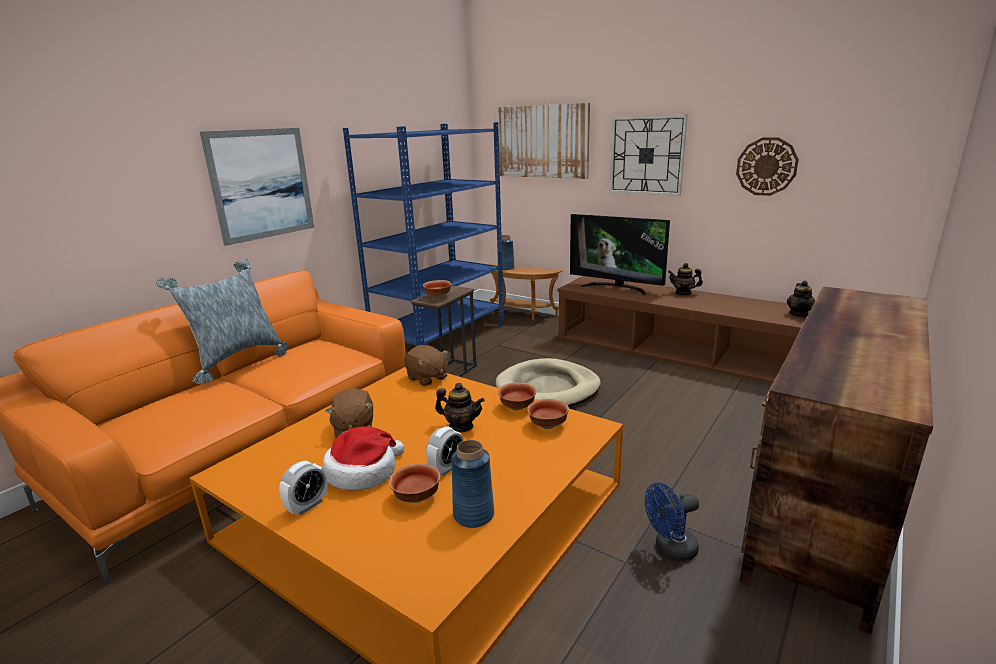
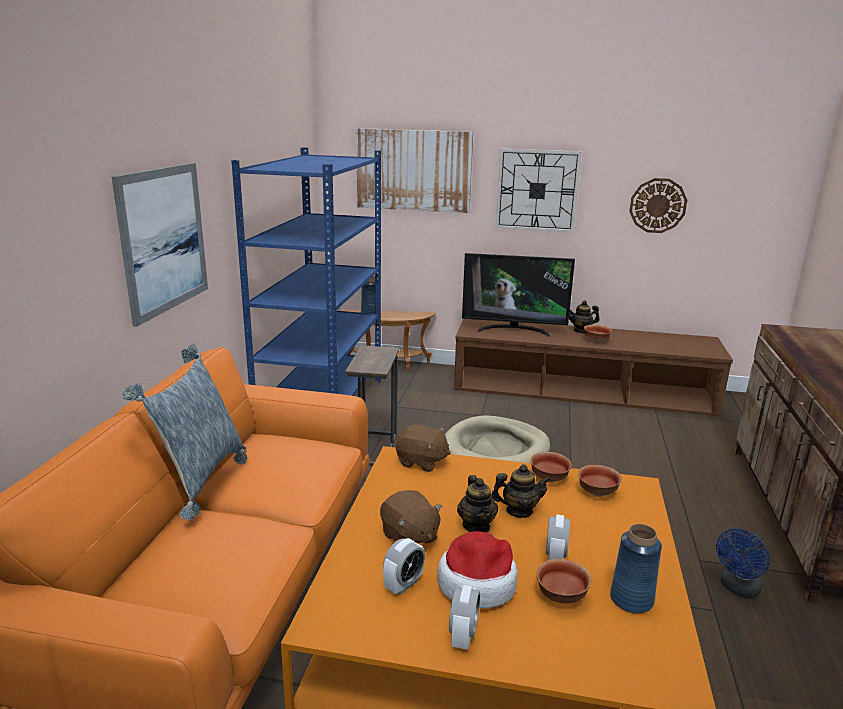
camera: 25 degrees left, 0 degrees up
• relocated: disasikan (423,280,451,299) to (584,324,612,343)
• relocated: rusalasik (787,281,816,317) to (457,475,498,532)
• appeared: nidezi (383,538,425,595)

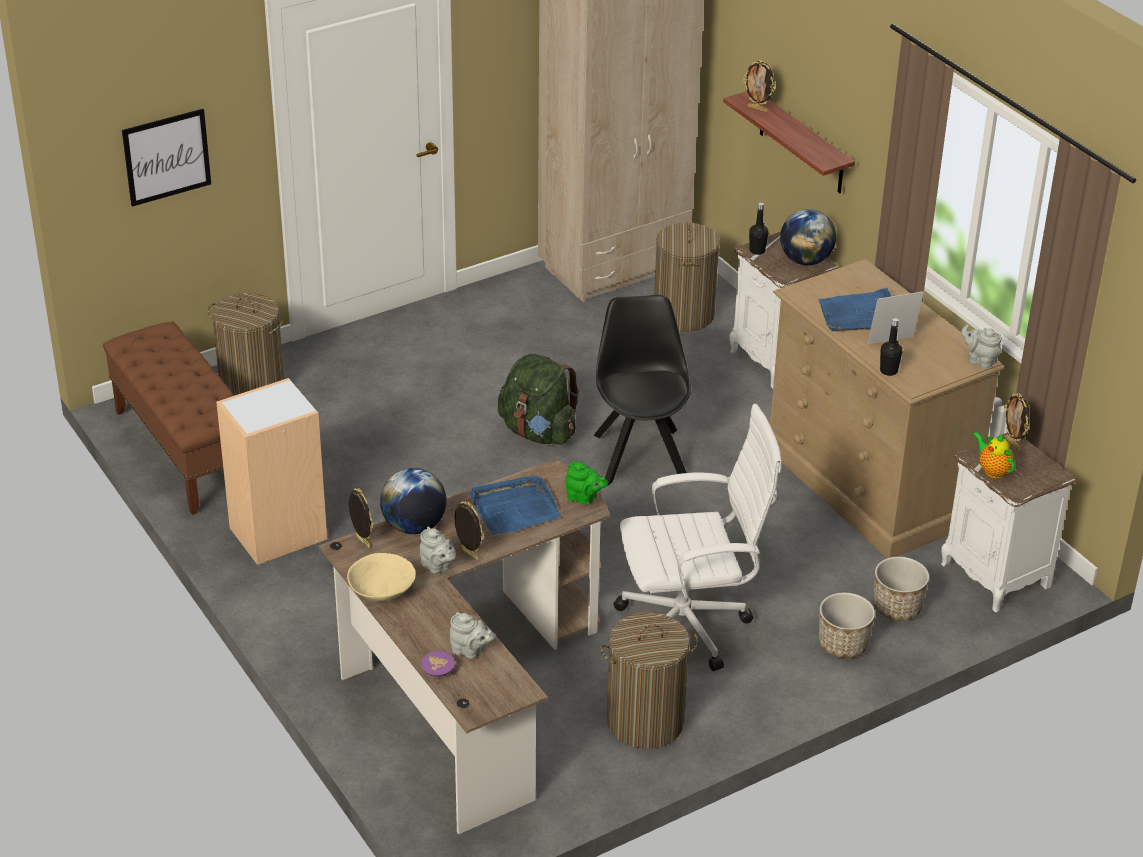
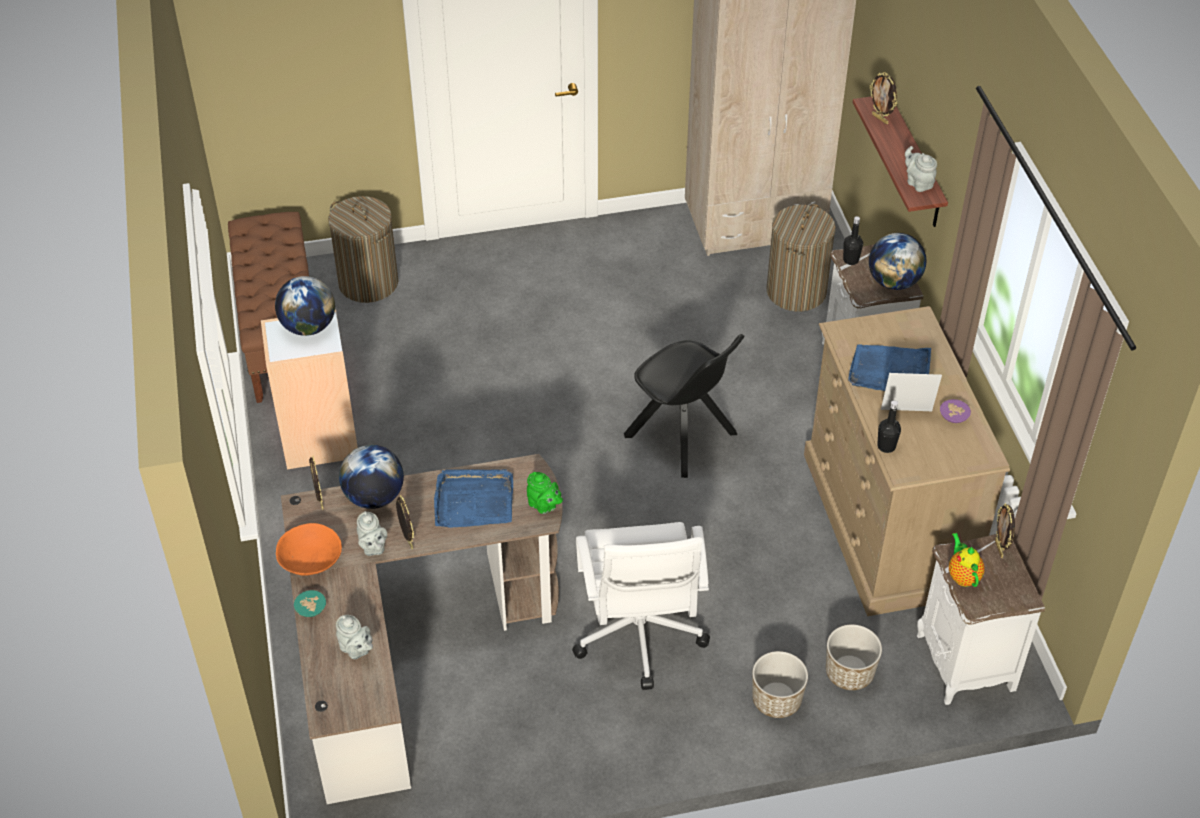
camera: 20 degrees right, 10 degrees up
• missing: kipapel (122,109,211,207)
• colour: disasikan (beige) (347,553,416,601) to disasikan (orange) (276,523,342,576)
• relocated: disasikan (purple) (421,651,455,677) to (940,399,971,423)
• missing: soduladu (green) (498,354,579,445)
• spun: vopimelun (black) (593,295,691,486) = (624,334,744,478) 120 degrees clockwise
• missing: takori (600,612,698,749)
• spun: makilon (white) (613,404,782,671) = (572,522,710,690) 75 degrees clockwise
• relocated: rusalasik (grey) (961,324,1002,369) to (905,146,937,192)
• appeared: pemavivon (275,276,335,336)
• appeared: disasikan (turquoise) (294,590,326,617)

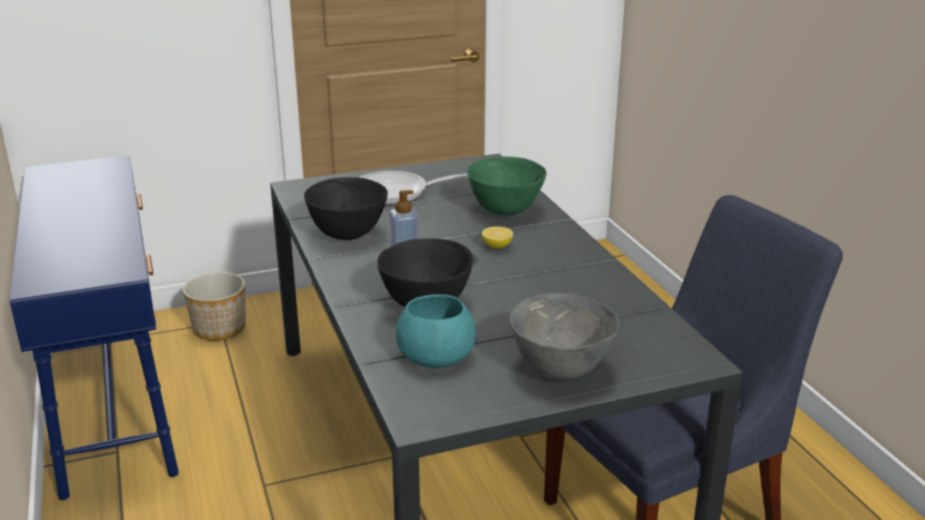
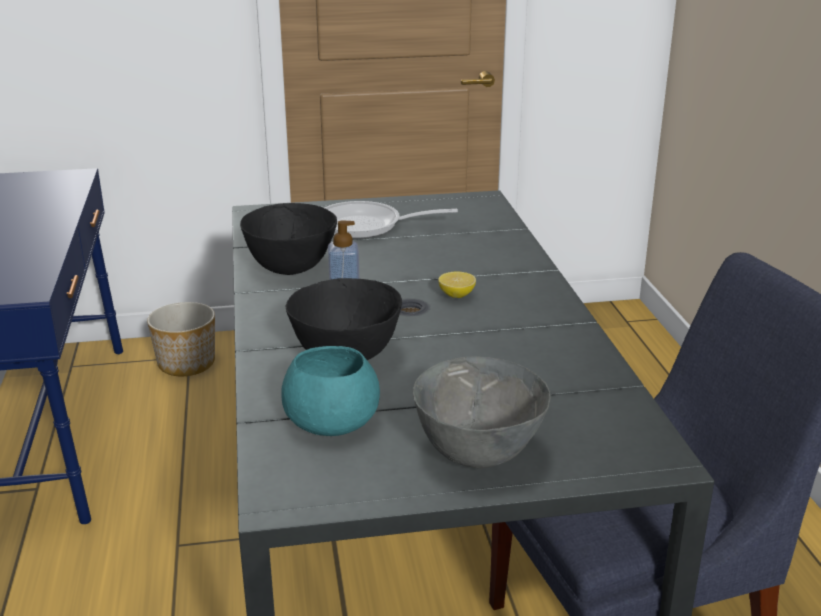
camera: 10 degrees right, 0 degrees up
• missing: disasikan (green) (468,157,547,216)

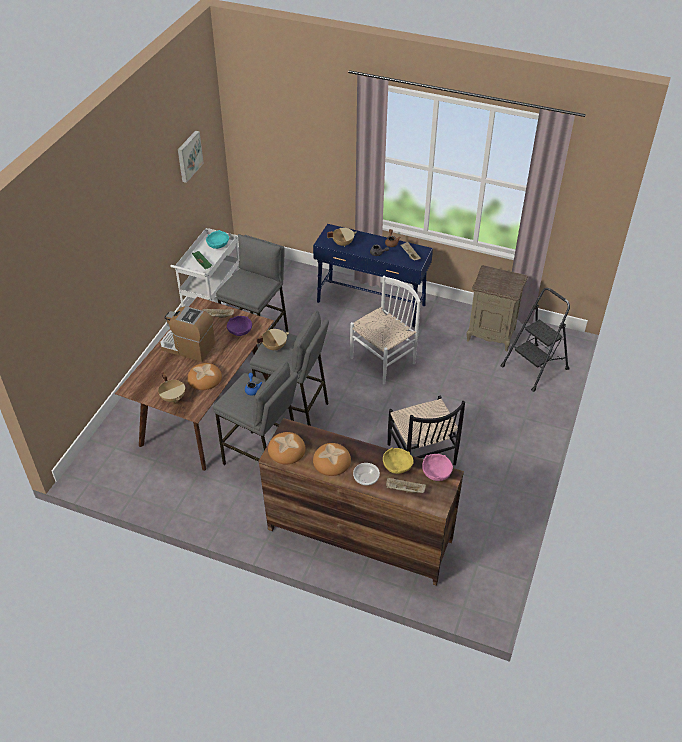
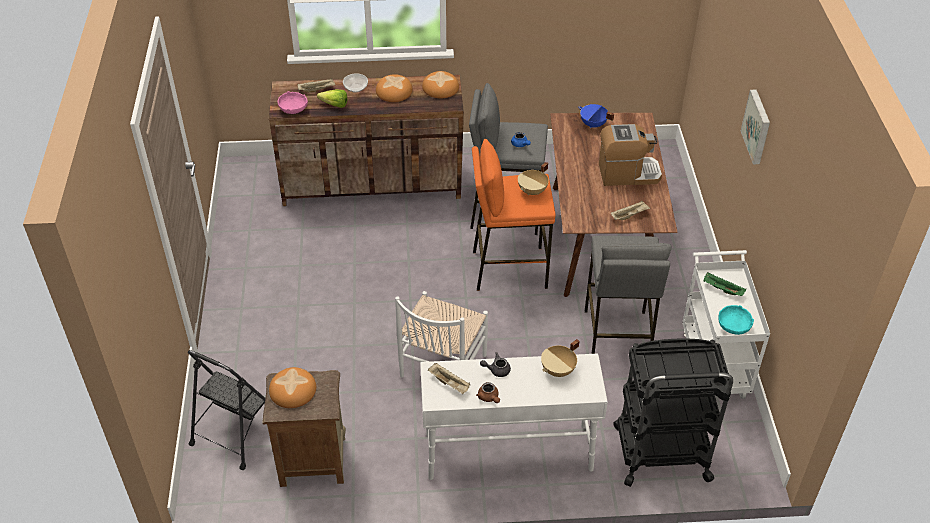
camera: 155 degrees right, 0 degrees up
• colour: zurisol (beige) (158,372,185,402) to zurisol (blue) (578,104,614,128)
• relocated: kipapel (178,131,204,183) to (741,89,770,165)
• relocated: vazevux (187,363,222,390) to (269,367,316,408)
• missing: disasikan (purple) (227,316,252,336)
• colour: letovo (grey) (250,311,329,426) to letovo (orange) (472,139,556,291)
• colour: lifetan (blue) (313,224,433,327) to lifetan (white) (420,354,608,480)
• exchanged: disasikan (yellow) (383,448,414,474) to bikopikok (317,90,348,108)
• missing: vopimelun (black) (388,396,465,465)
• appeared: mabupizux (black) (614,339,733,487)

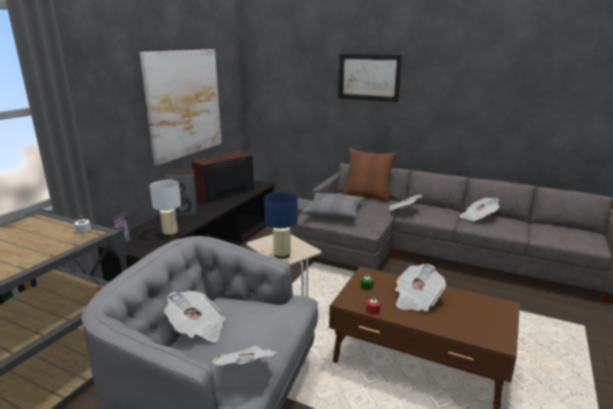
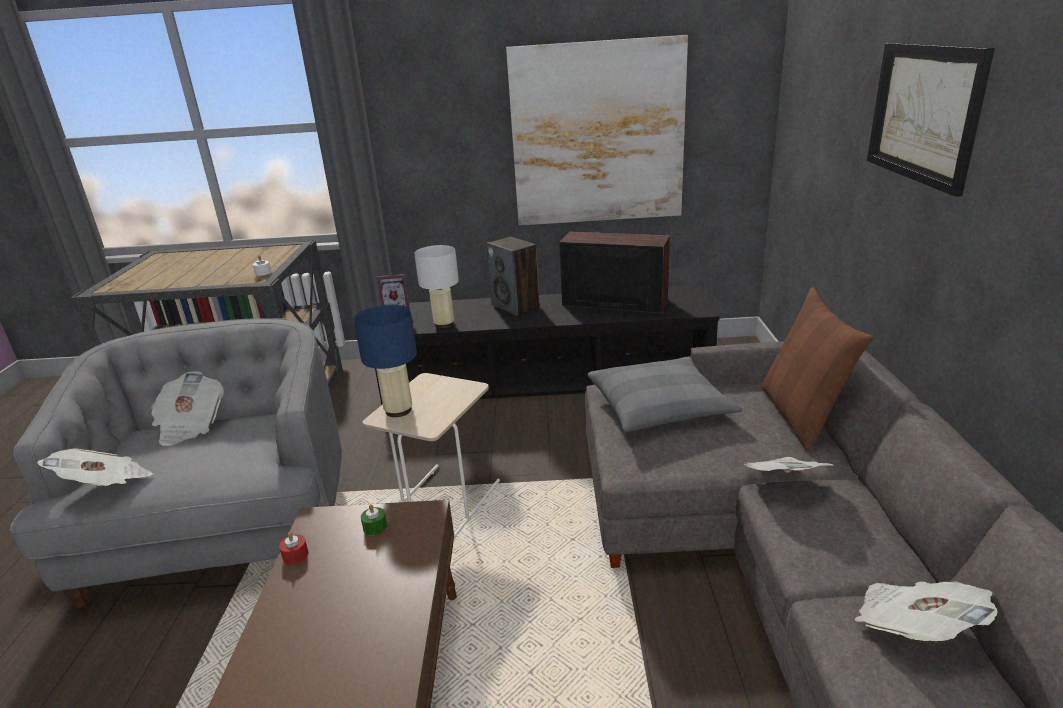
camera: 65 degrees right, 5 degrees up
• missing: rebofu (395,264,446,311)

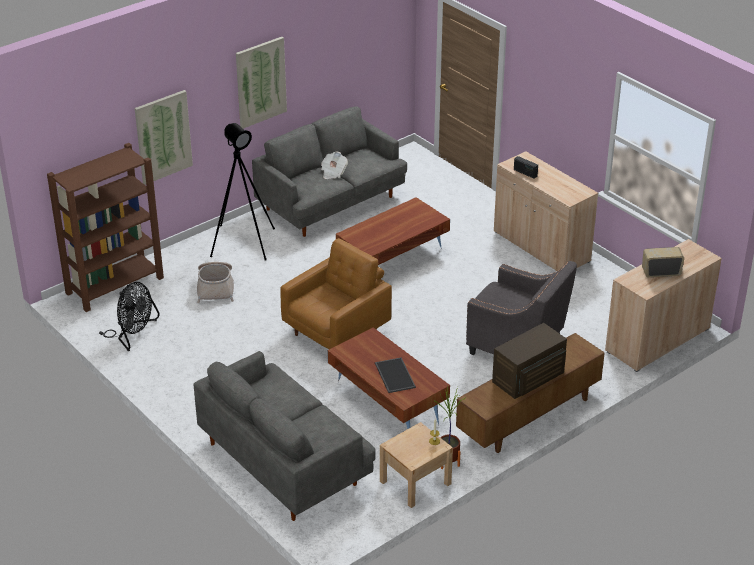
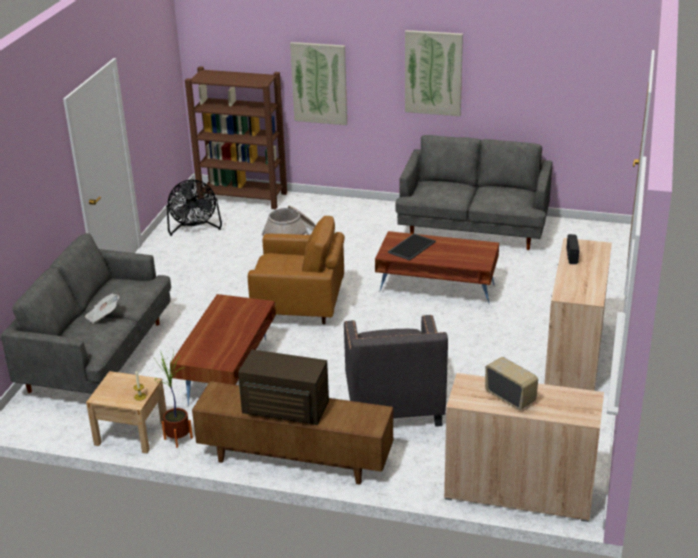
camera: 55 degrees right, 5 degrees down
• missing: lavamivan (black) (210,123,275,261)
• relocated: rebofu (321,152,348,179) to (85,293,120,323)
• relocated: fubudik (375,357,416,393) to (388,234,436,261)

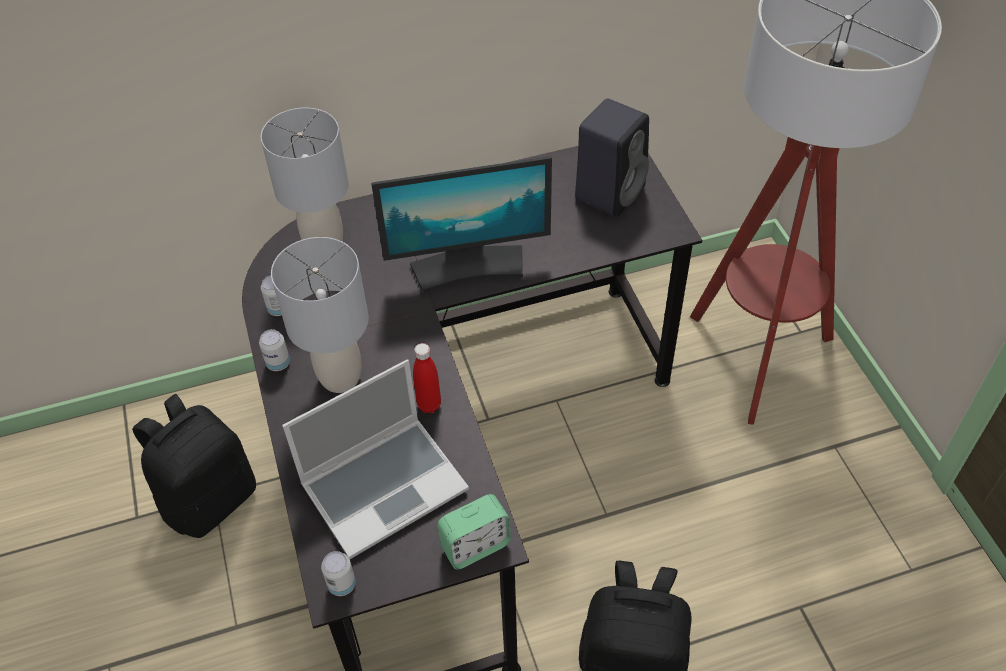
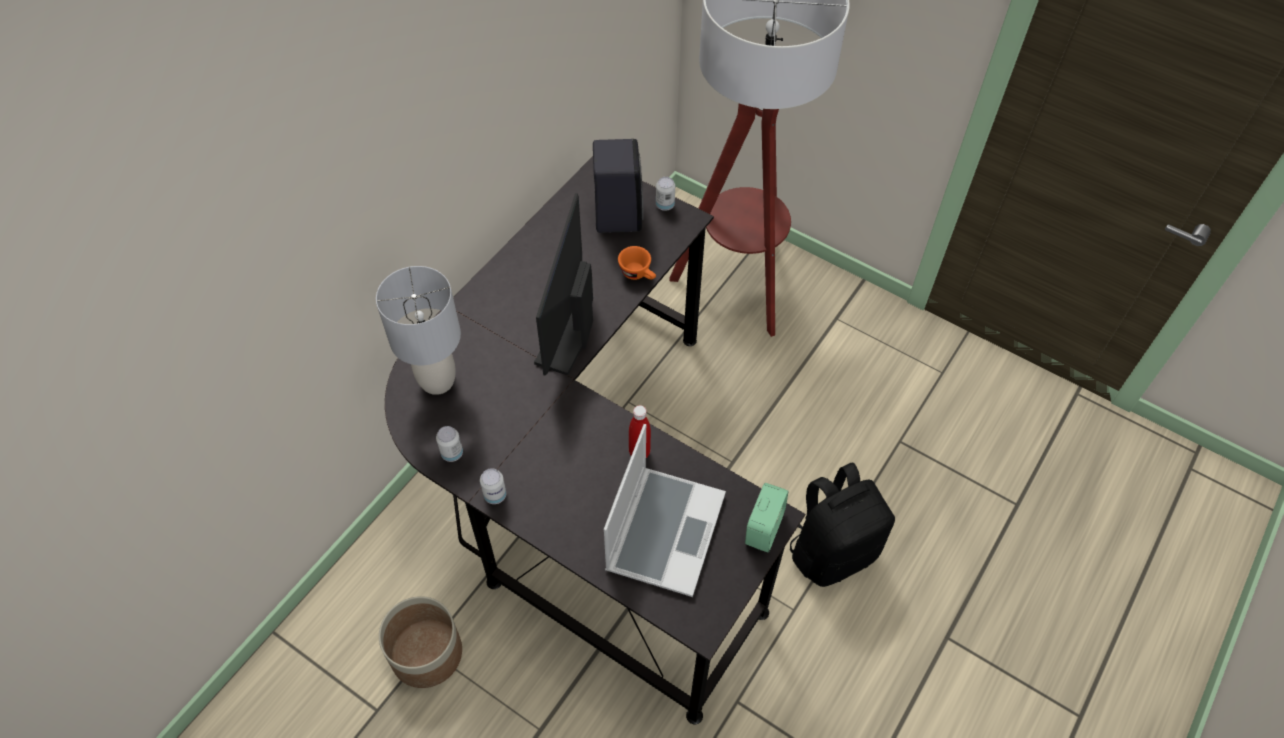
camera: 40 degrees left, 5 degrees up
• exchanged: soduladu (black) (132,394,256,538) to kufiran (379,596,462,688)
• missing: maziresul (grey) (271,237,369,393)
• relocated: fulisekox (321,551,356,596) to (656,177,675,211)
• spun: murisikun (371,156,552,293) = (534,193,593,376) 150 degrees clockwise
• appeared: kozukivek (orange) (618,246,656,280)

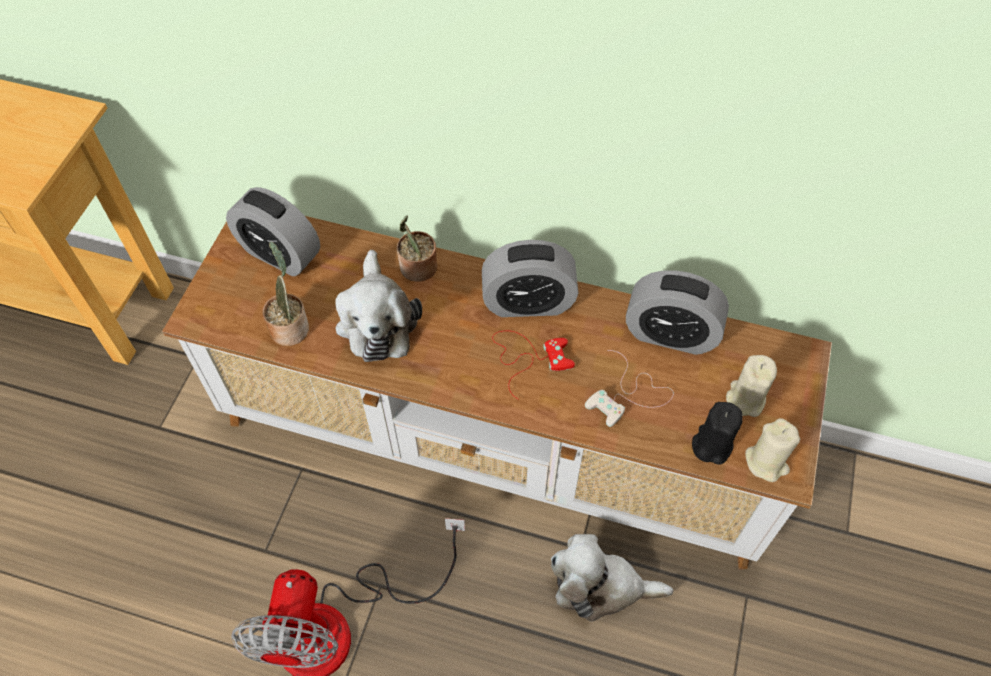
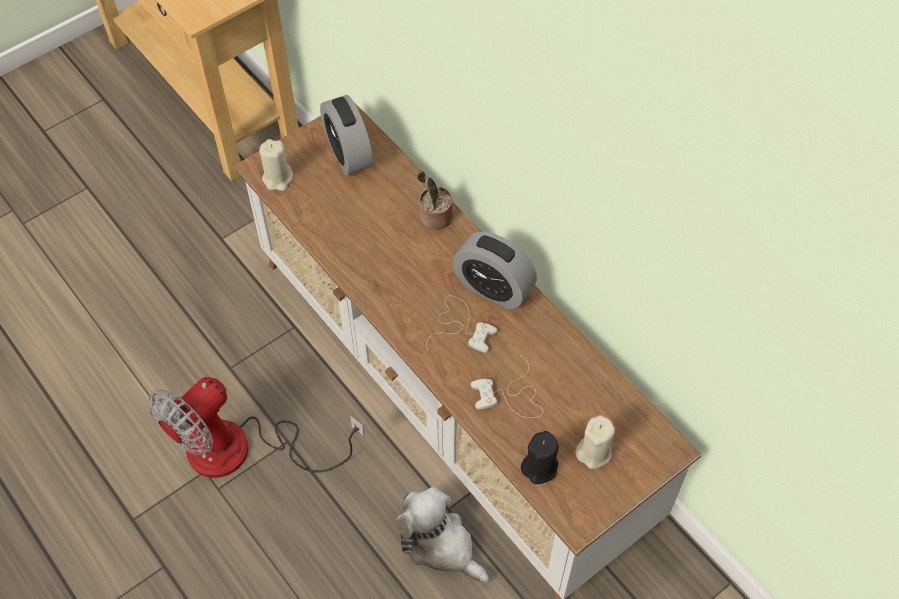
camera: 35 degrees right, 0 degrees up
• missing: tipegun (262,242,309,346)
• missing: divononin (335,250,422,362)
• colour: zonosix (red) (492,331,575,400) to zonosix (white) (426,296,497,353)
• missing: nidezi (626,270,729,355)
• relocated: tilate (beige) (745,418,800,482) to (259,139,293,191)

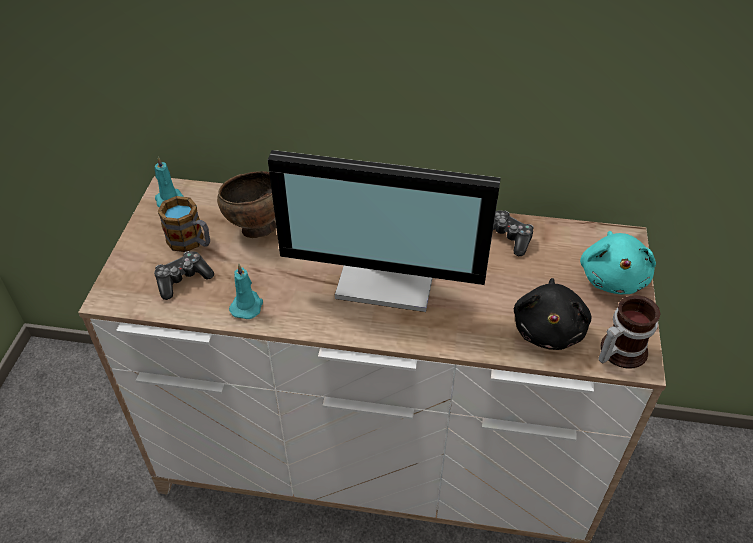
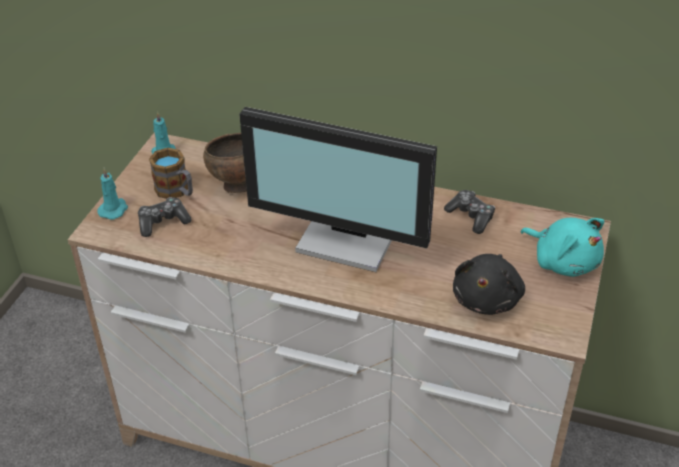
camera: 10 degrees right, 5 degrees down
• relocated: tilate (turquoise) (229,264,263,319) to (97,168,128,220)
• spun: divononin (turquoise) (580,231,656,294) = (521,218,604,277) 60 degrees counterclockwise
• missing: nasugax (598,295,660,369)

